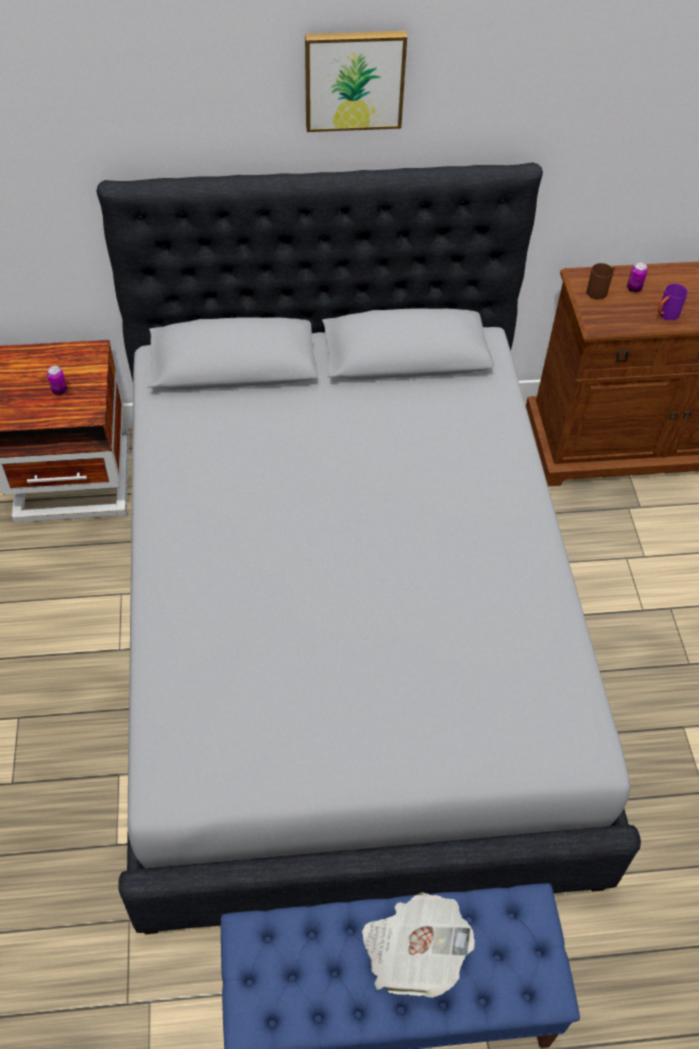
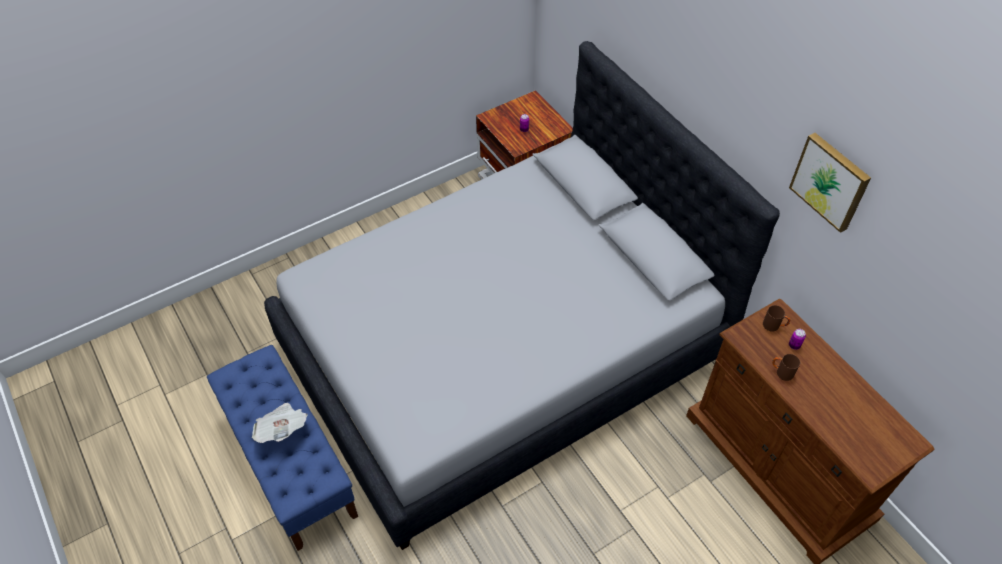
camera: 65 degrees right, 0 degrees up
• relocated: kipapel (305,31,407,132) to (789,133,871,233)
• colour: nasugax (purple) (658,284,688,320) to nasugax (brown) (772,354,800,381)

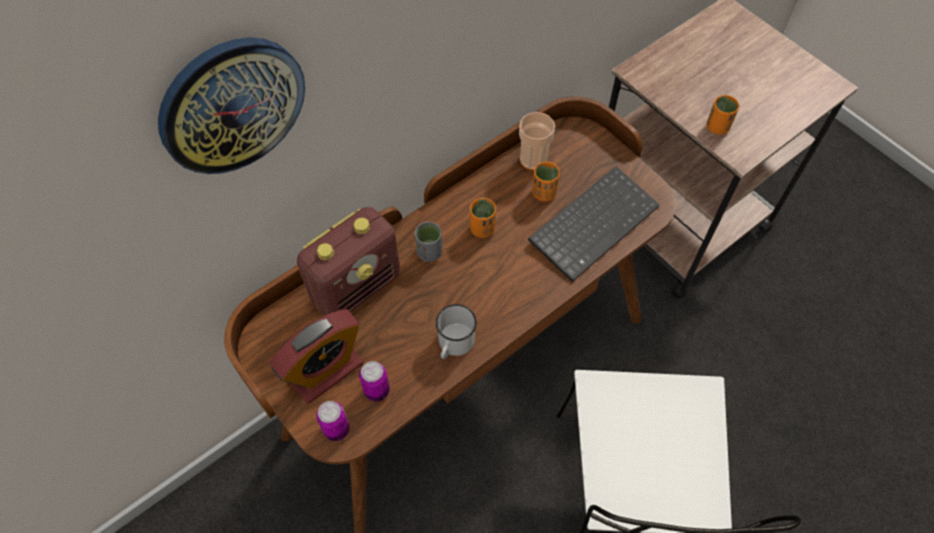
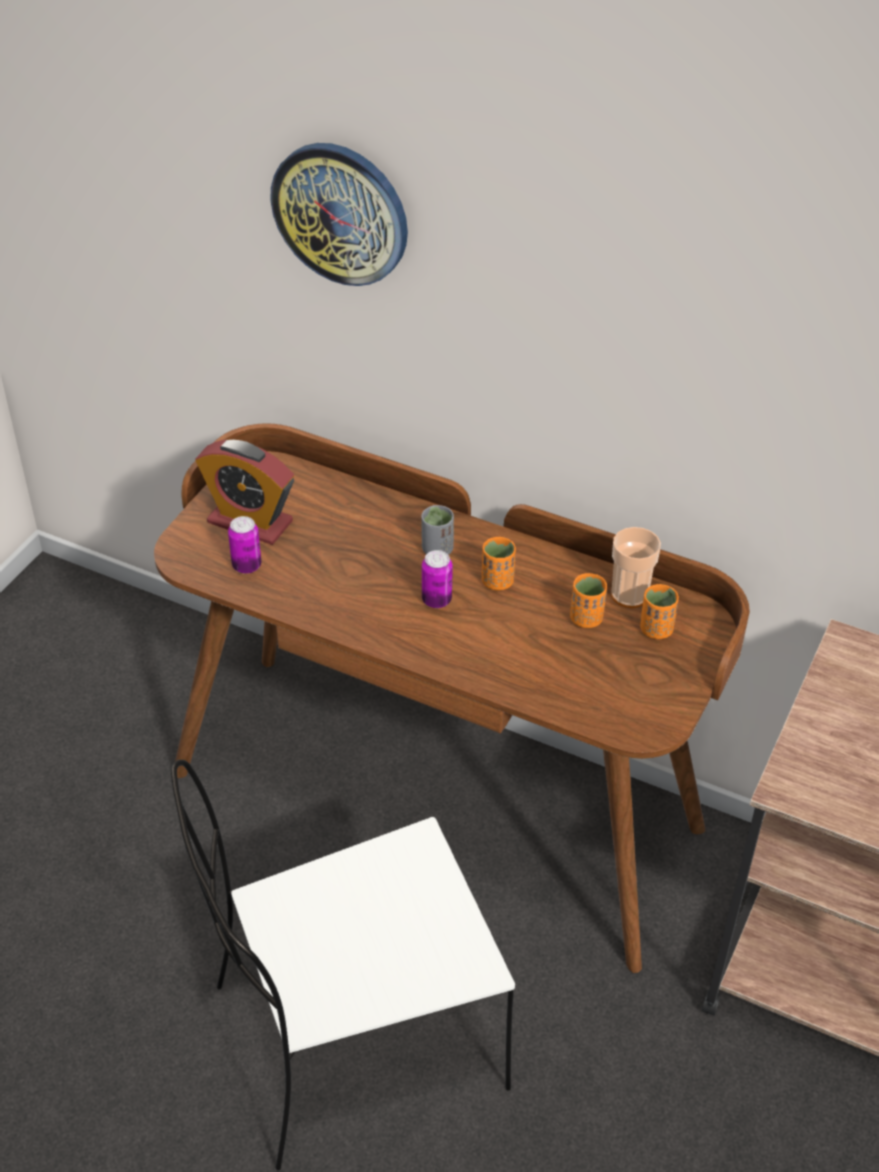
camera: 65 degrees right, 15 degrees down
• missing: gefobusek (297,207,400,316)
• relocated: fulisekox (316,401,350,441) to (422,550,453,608)
• missing: nasugax (white) (436,304,477,359)
• missing: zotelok (528,166,660,282)
• relocated: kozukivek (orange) (707,95,739,135) to (640,584,679,639)

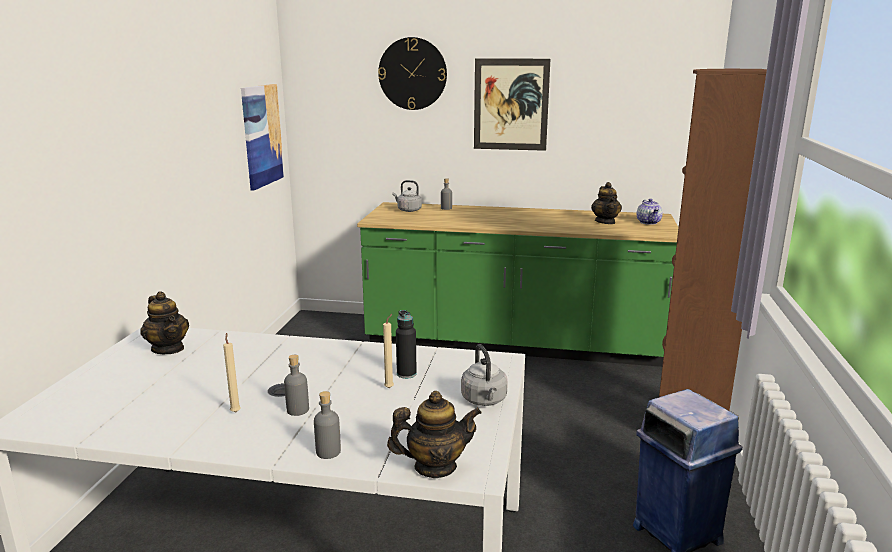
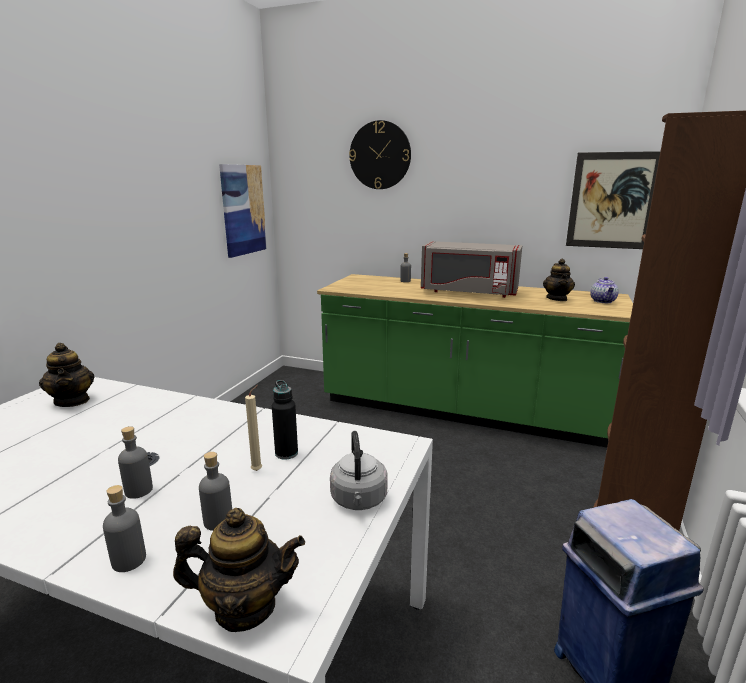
camera: 10 degrees right, 0 degrees up
• missing: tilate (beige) (223,333,241,413)
• missing: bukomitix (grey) (392,180,422,212)
• relocated: kipapel (474,58,550,151) to (566,151,660,249)
• appeared: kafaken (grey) (199,452,232,531)
• appeared: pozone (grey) (421,241,522,298)

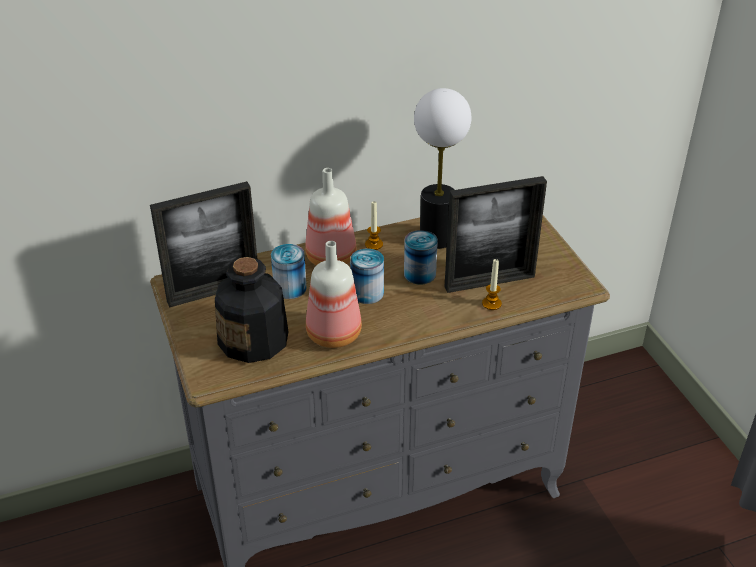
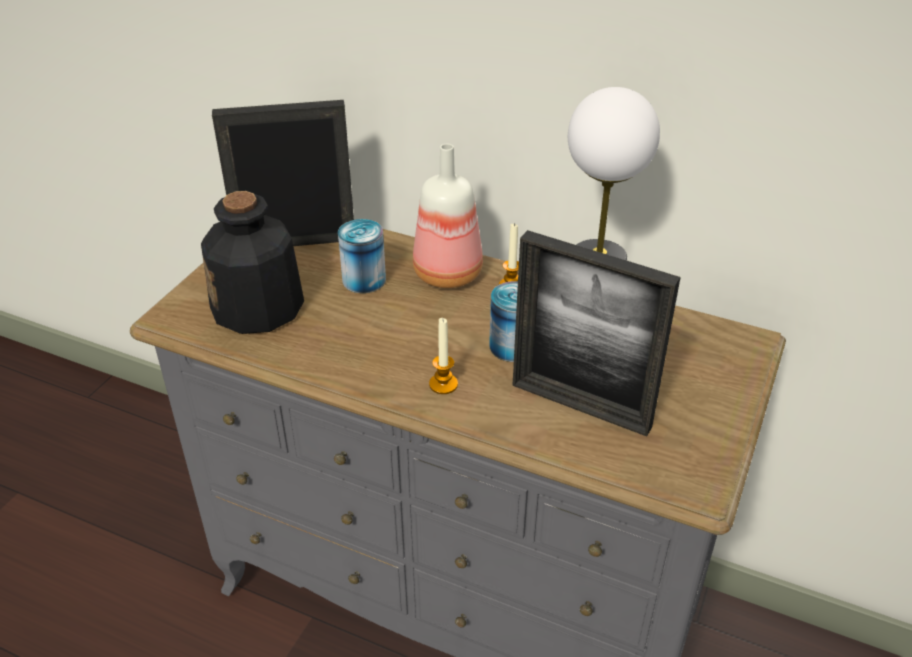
camera: 45 degrees right, 0 degrees up
• spun: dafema (150,181,257,308) = (212,100,354,246) 150 degrees clockwise
• missing: kafaken (306,241,362,348)
• missing: fulisekox (350,248,384,304)
• relocated: tilate (482,259,502,310) to (429,318,458,394)

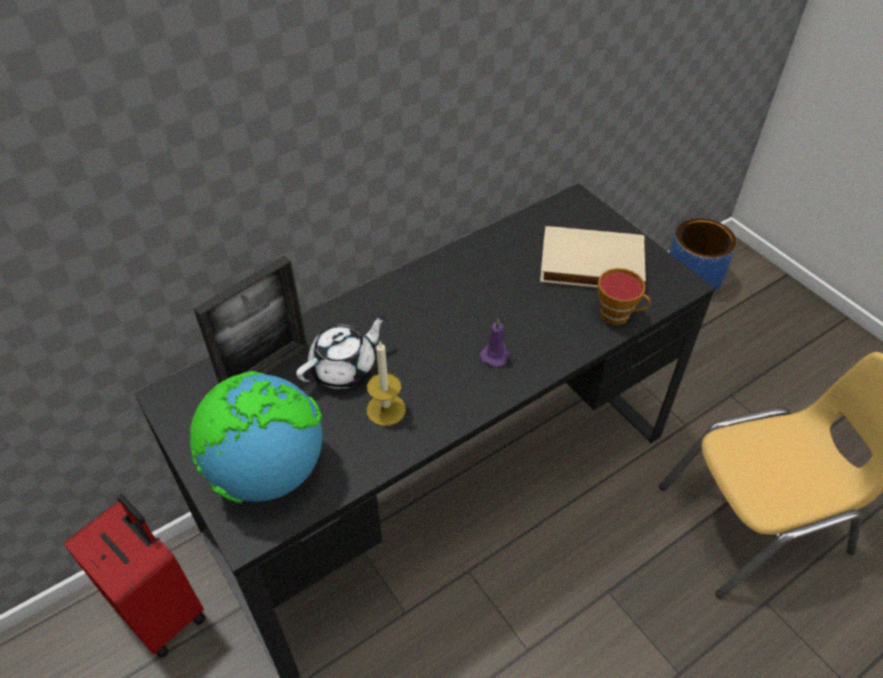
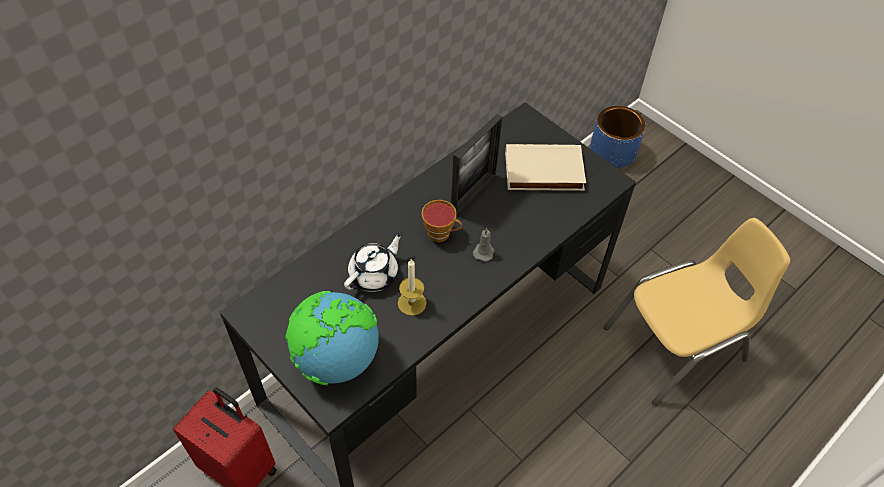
camera: 10 degrees left, 5 degrees up
• relocated: dafema (193,255,308,383) to (451,114,503,215)
• colour: tilate (purple) (480,319,510,367) to tilate (grey) (473,228,495,262)
• relocated: kozukivek (598,268,651,325) to (421,200,462,242)

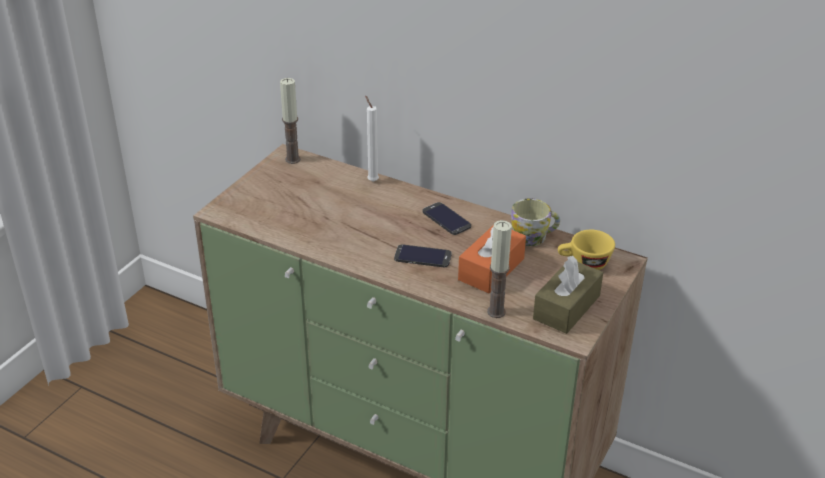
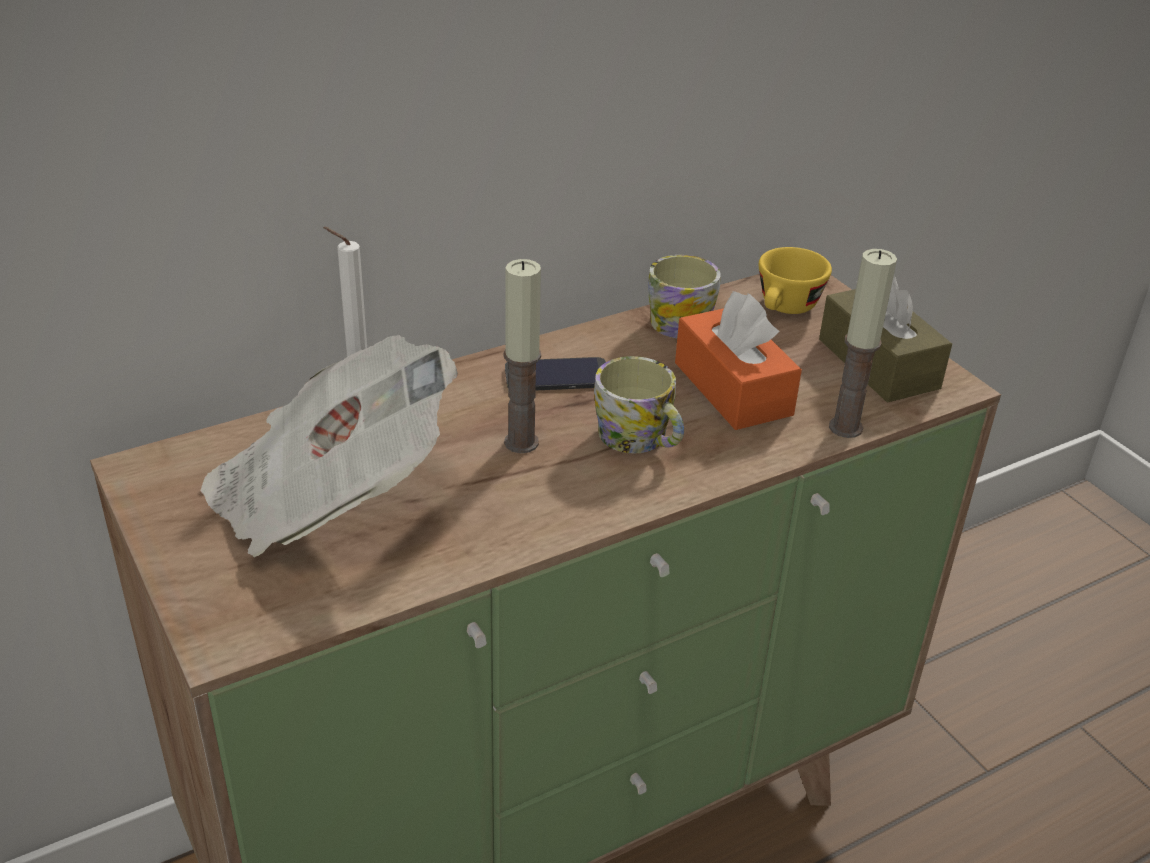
camera: 60 degrees left, 0 degrees up
• relocated: tilate (280,78,301,164) to (503,259,541,453)
• exchanged: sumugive (394,244,452,267) to nasugax (594,356,684,454)
• appeared: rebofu (200,335,458,557)

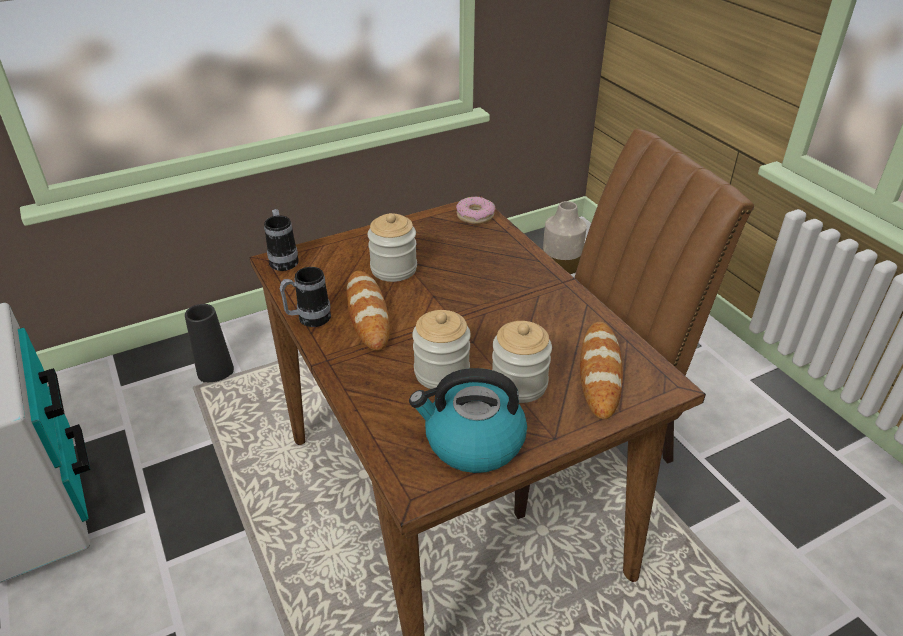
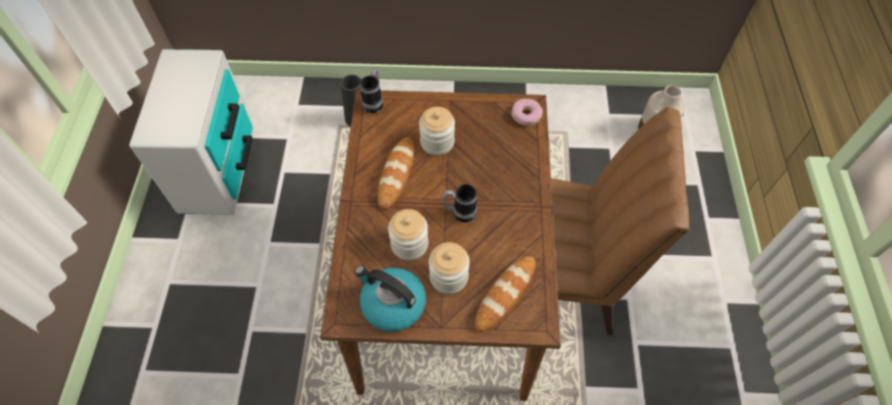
camera: 30 degrees right, 20 degrees up
• relocated: nasugax (280,267,331,327) to (443,184,477,222)

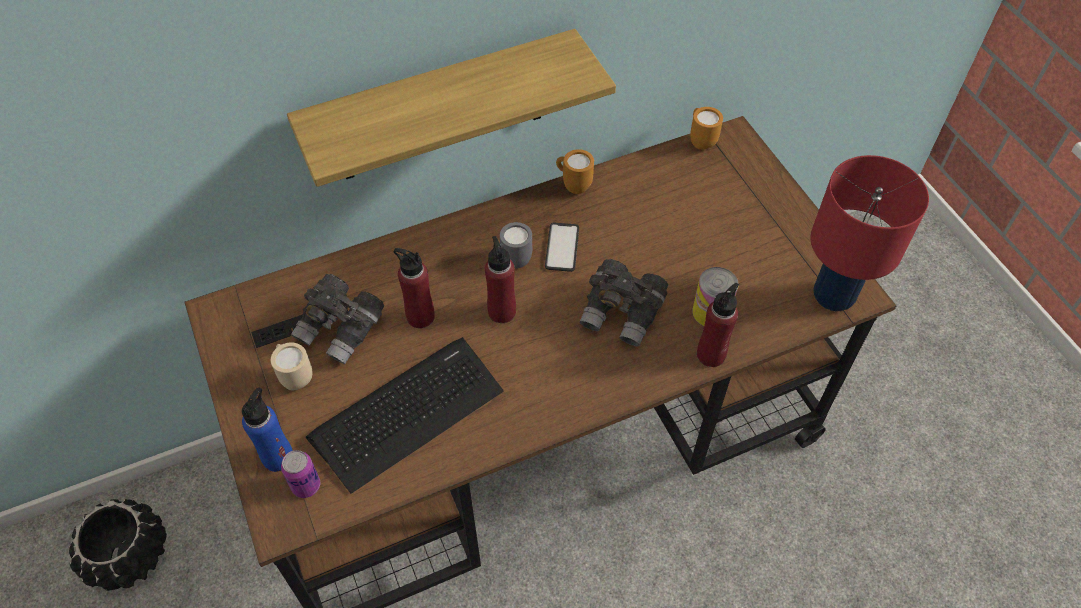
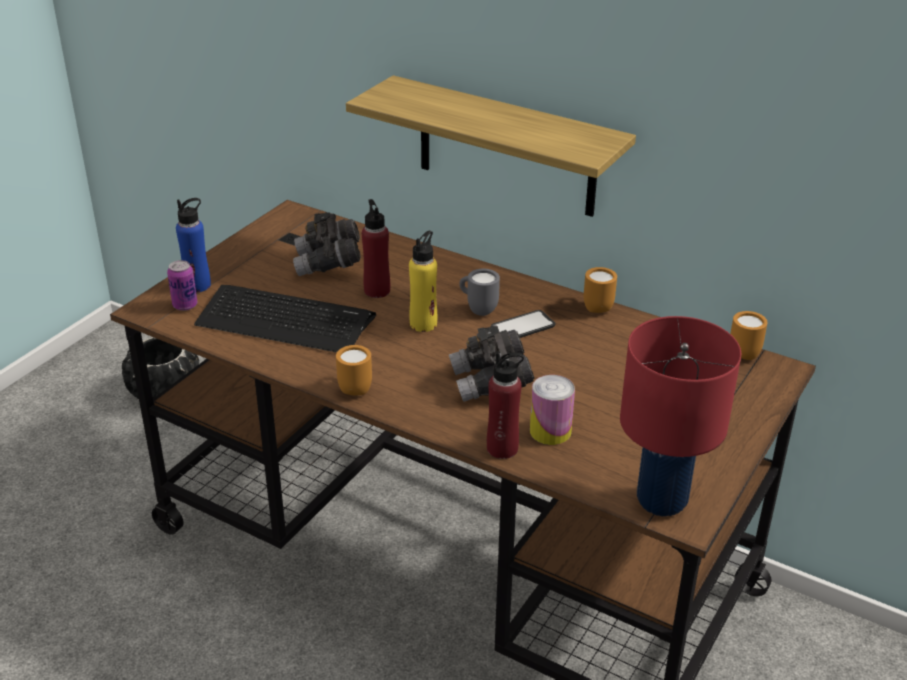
camera: 55 degrees right, 20 degrees down
• missing: nasugax (beige) (271,342,312,391)
• colour: kafaken (red) (485,236,516,323) to kafaken (yellow) (409,230,437,332)
• appeared: nasugax (orange) (336,345,372,395)

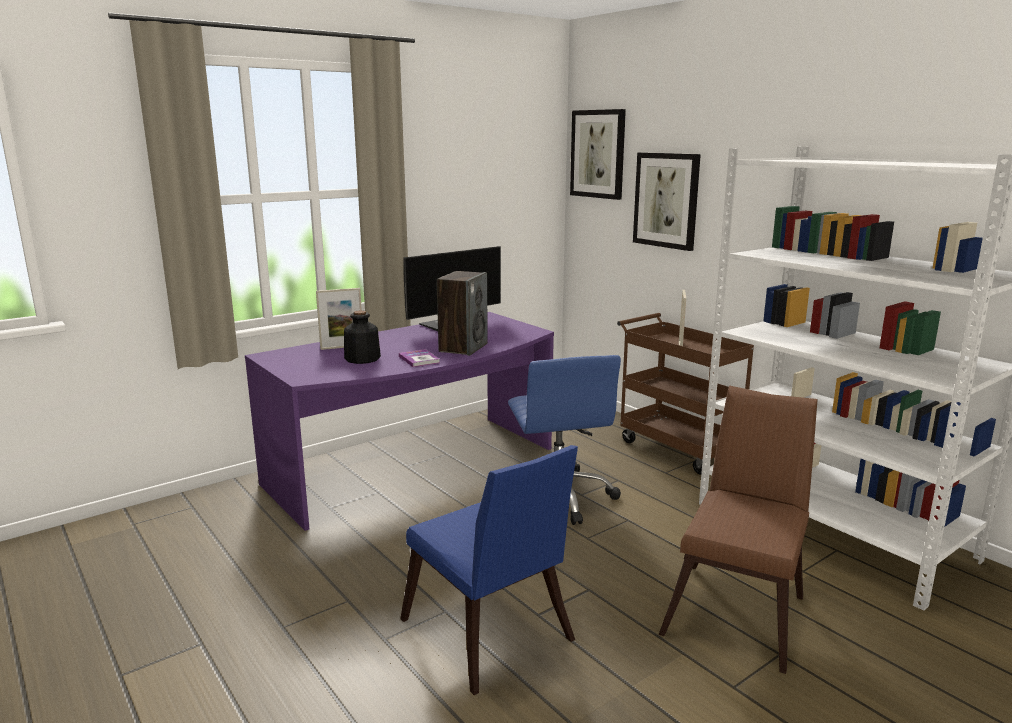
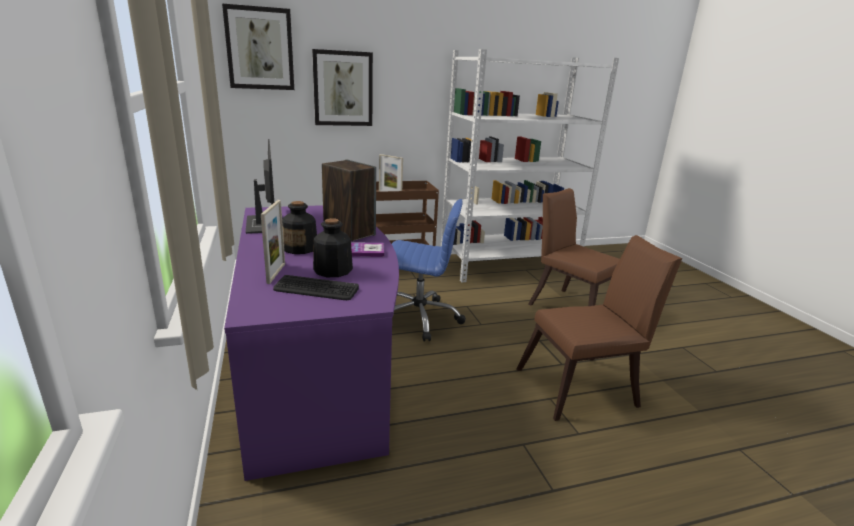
camera: 70 degrees left, 5 degrees up
• colour: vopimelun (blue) (400,445,578,695) to vopimelun (brown) (516,235,682,421)
• appeared: zotelok (273,275,359,300)
• appeared: kafaken (282,201,317,254)

